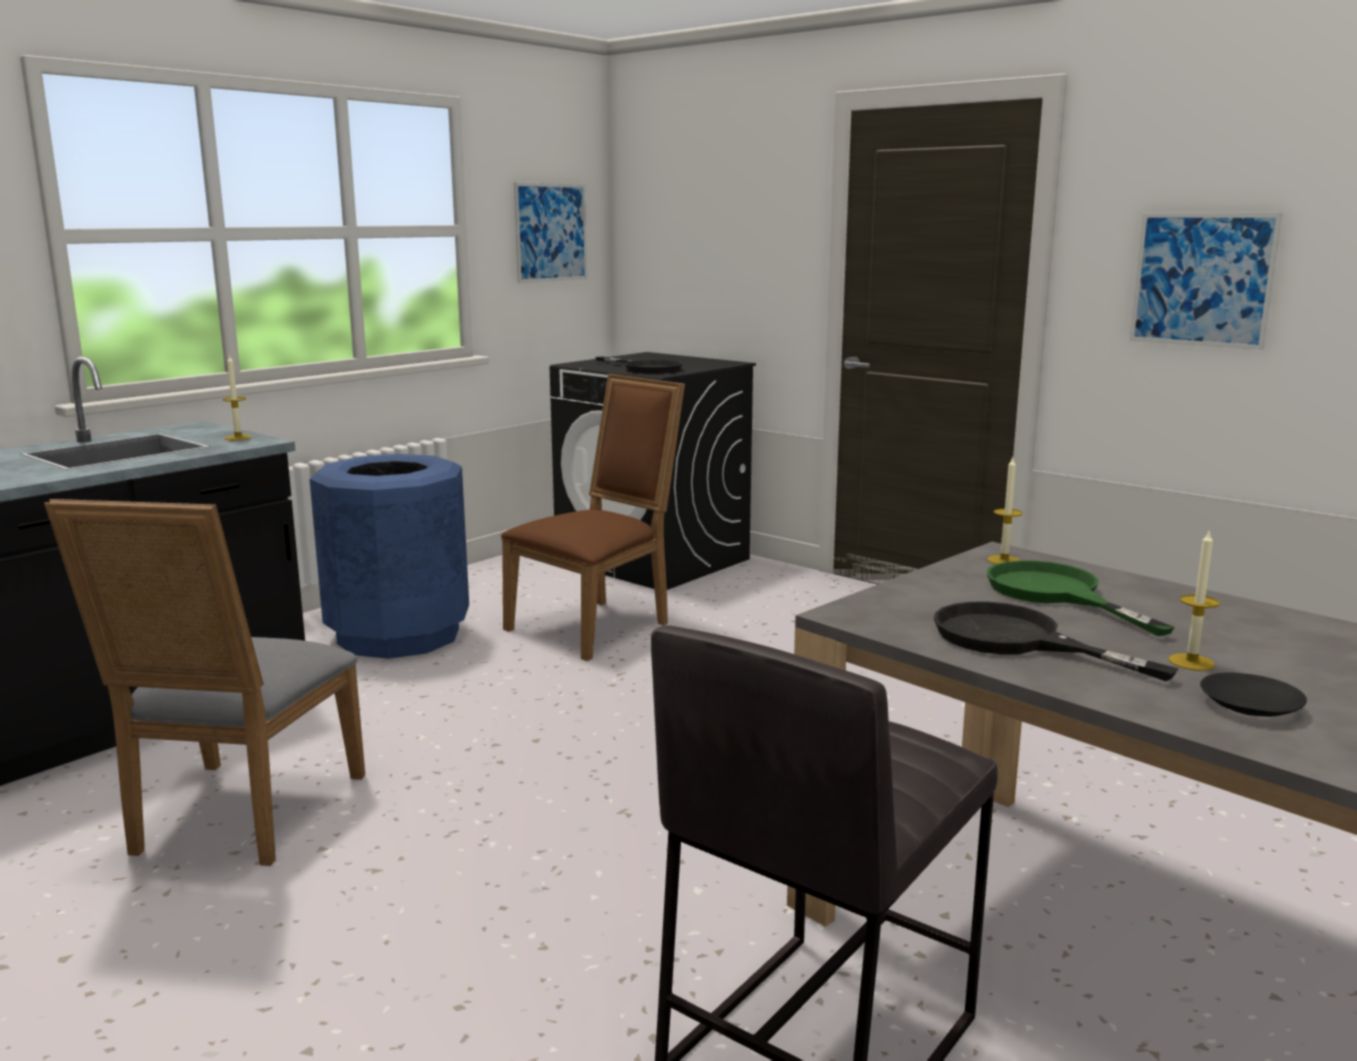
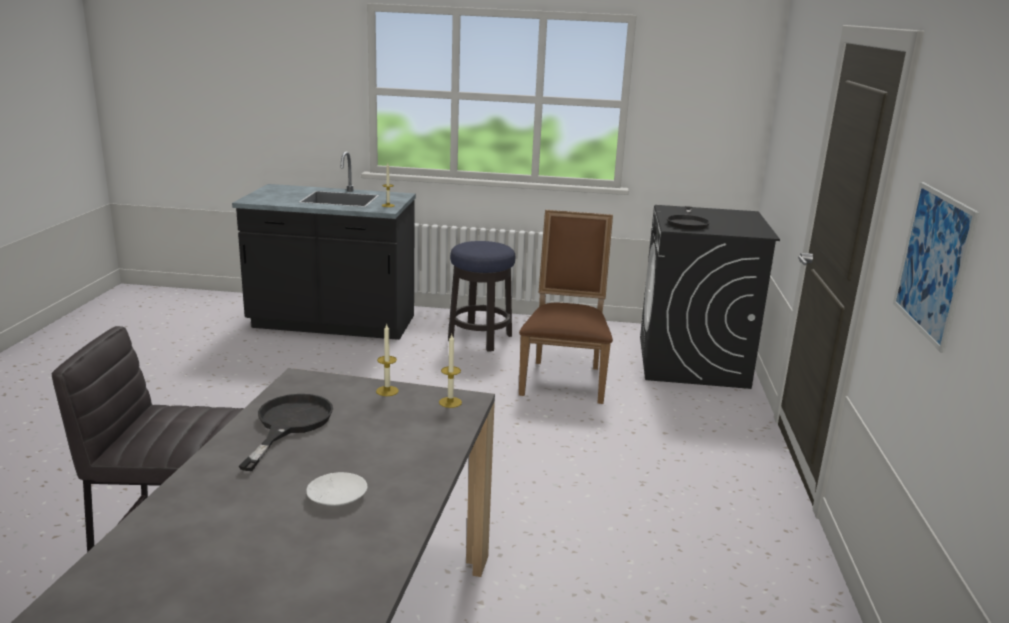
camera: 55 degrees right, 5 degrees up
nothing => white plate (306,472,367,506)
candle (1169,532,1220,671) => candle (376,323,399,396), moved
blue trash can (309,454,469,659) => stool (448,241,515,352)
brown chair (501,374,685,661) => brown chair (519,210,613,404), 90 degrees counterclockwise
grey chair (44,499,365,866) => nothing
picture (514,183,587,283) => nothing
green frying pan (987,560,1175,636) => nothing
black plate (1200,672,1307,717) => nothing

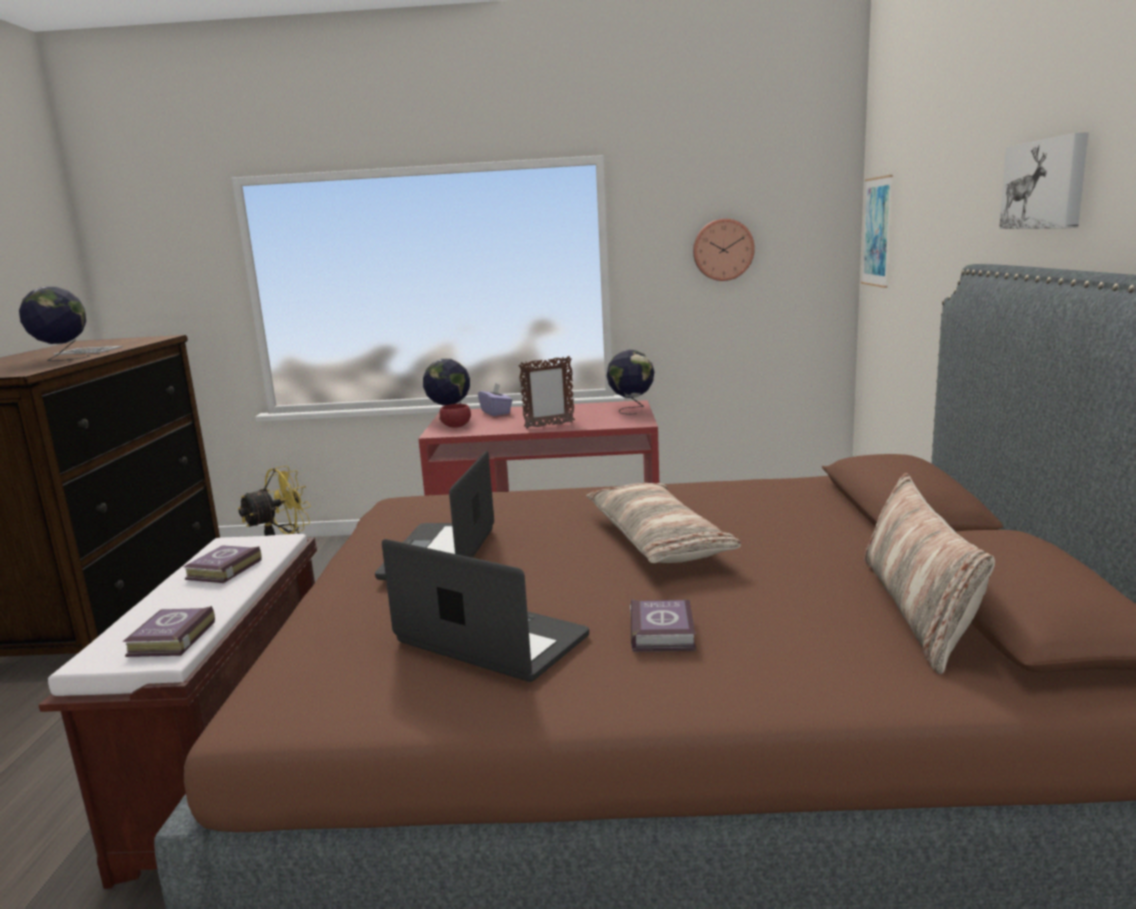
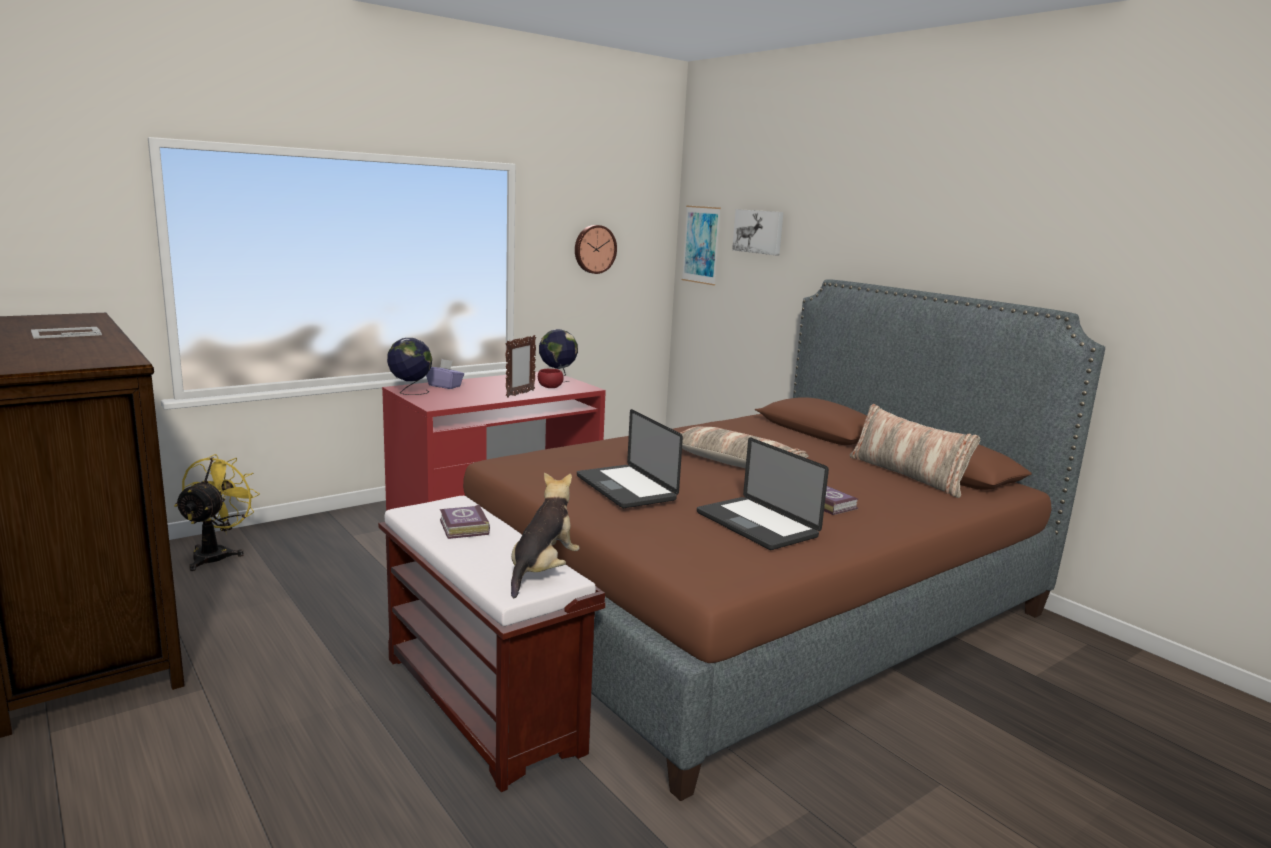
camera: 40 degrees left, 0 degrees up
book (122,606,215,657) => plush toy (511,472,580,598)
red bowl (440,404,471,428) => red bowl (538,369,564,388), moved
laptop (382,539,589,682) => laptop (697,438,829,550), 120 degrees counterclockwise
picture (999,132,1089,229) => picture (732,209,784,255), moved
globe (19,287,90,361) => nothing

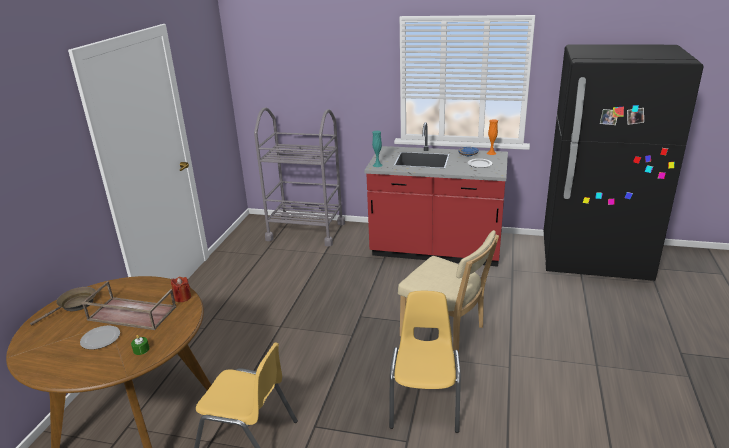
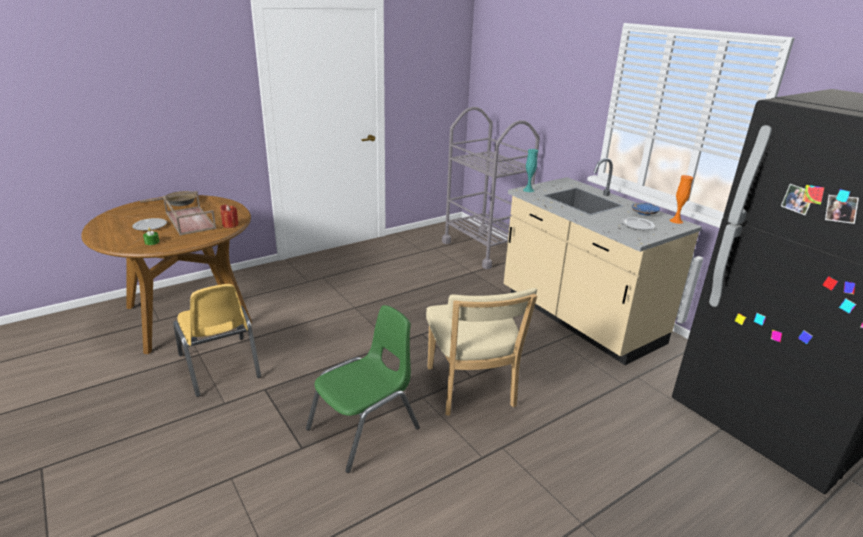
camera: 40 degrees right, 0 degrees up
yellow chair (389,291,461,433) => green chair (306,305,420,473)
red counter (364,122,508,267) => beige counter (504,158,702,365)

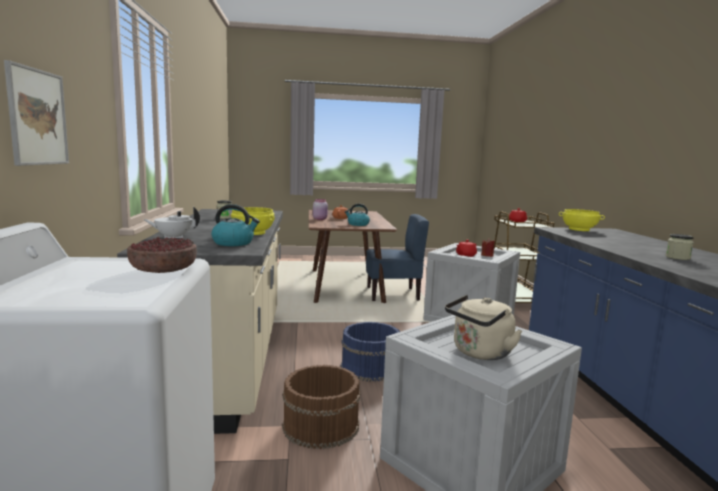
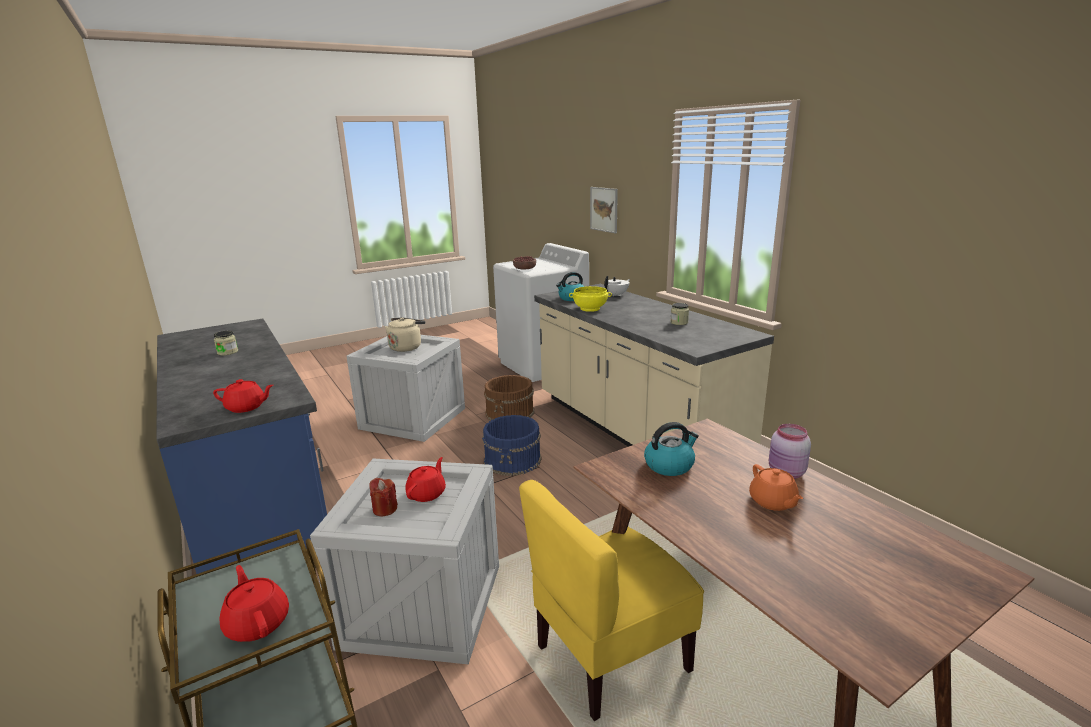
camera: 155 degrees right, 10 degrees up
yellow bowl (559,209,605,231) => red teapot (213,379,273,413)
blue chair (366,214,429,301) => yellow chair (519,480,704,721)

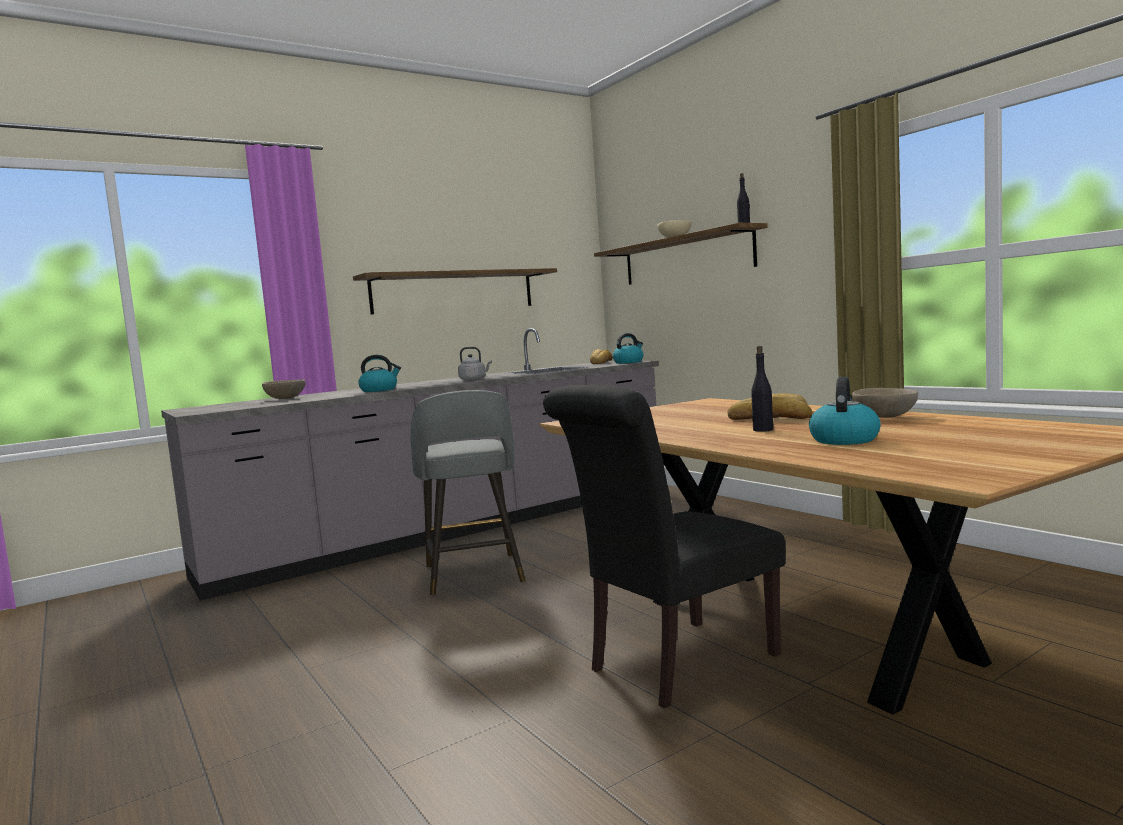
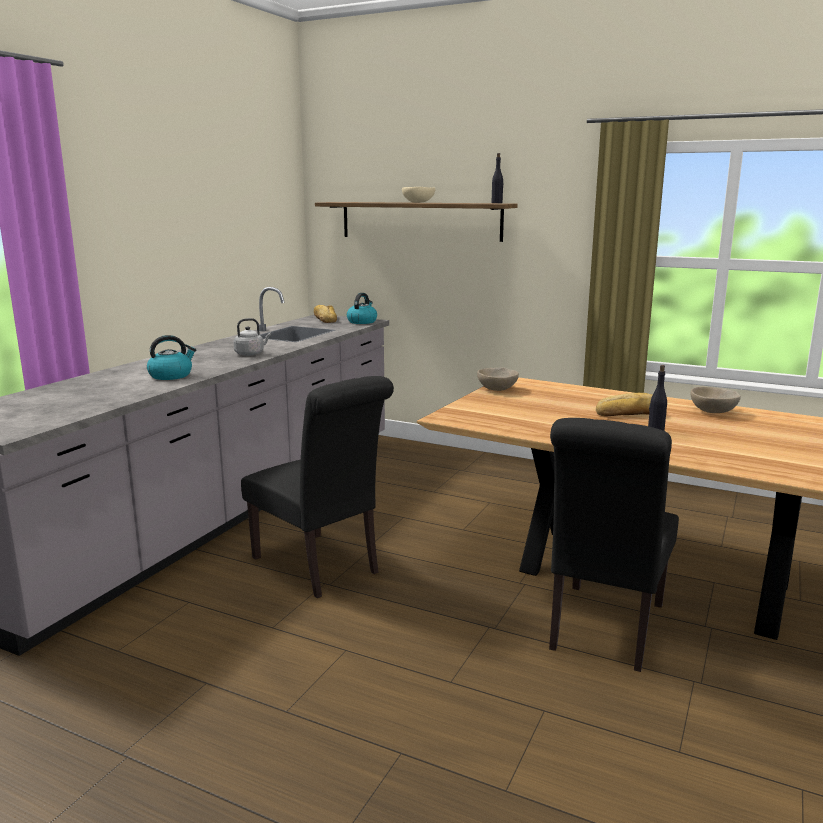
camera: 30 degrees left, 10 degrees up
grey stool (411,390,526,596) => black chair (241,376,394,598)
beige bowl (262,379,306,399) => beige bowl (477,367,519,391), moved
shelf (353,268,557,314) => nothing
kettle (809,377,881,445) => nothing

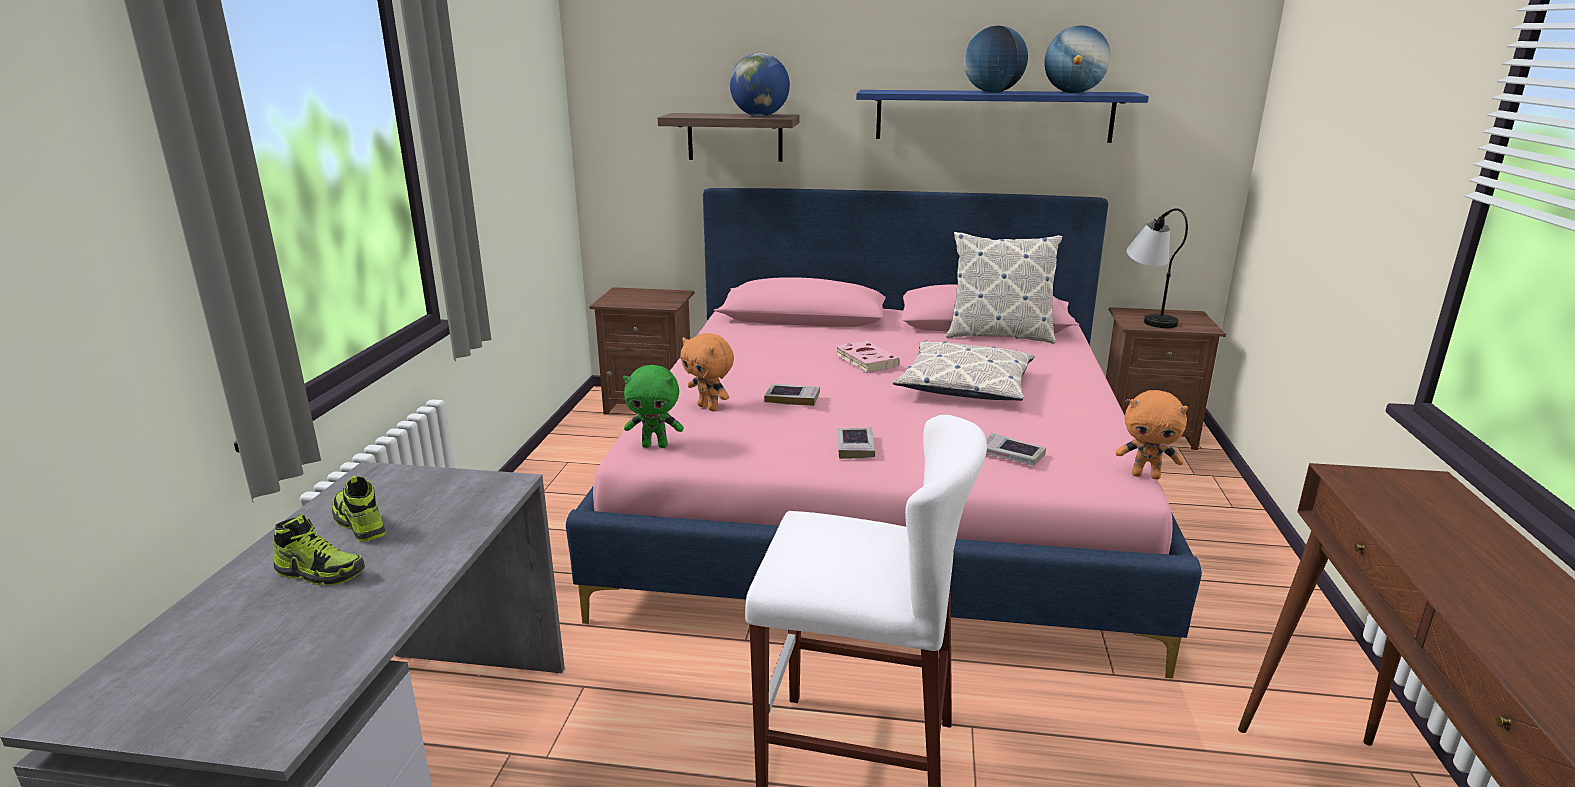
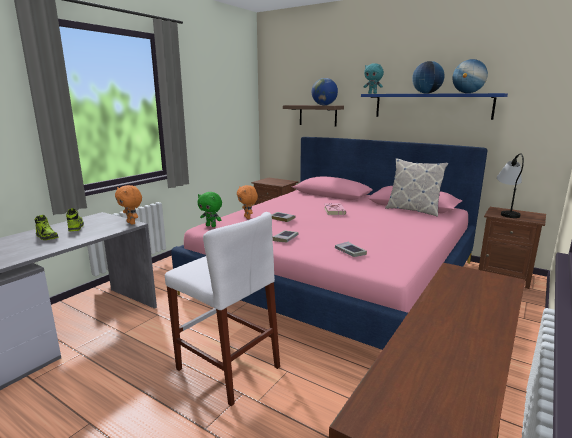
camera: 25 degrees right, 5 degrees down
orange plush toy (1116,390,1188,480) => orange plush toy (115,185,142,225), moved
nothing => turquoise plush toy (364,63,384,94)
pillow (892,340,1035,401) => nothing

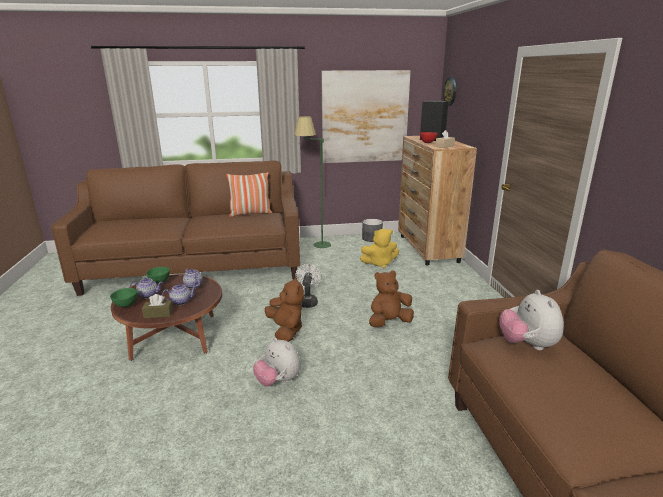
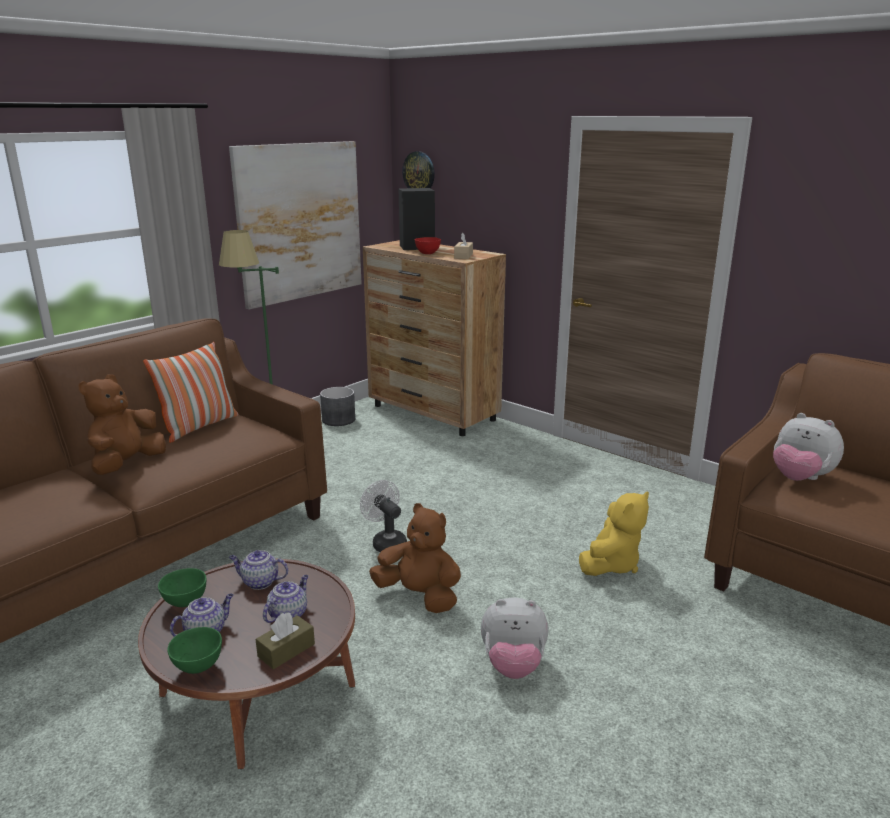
camera: 40 degrees left, 0 degrees up
brown plush toy (369,271,414,327) => brown plush toy (78,374,166,475), moved
yellow plush toy (360,229,399,268) => yellow plush toy (579,491,649,576), moved

